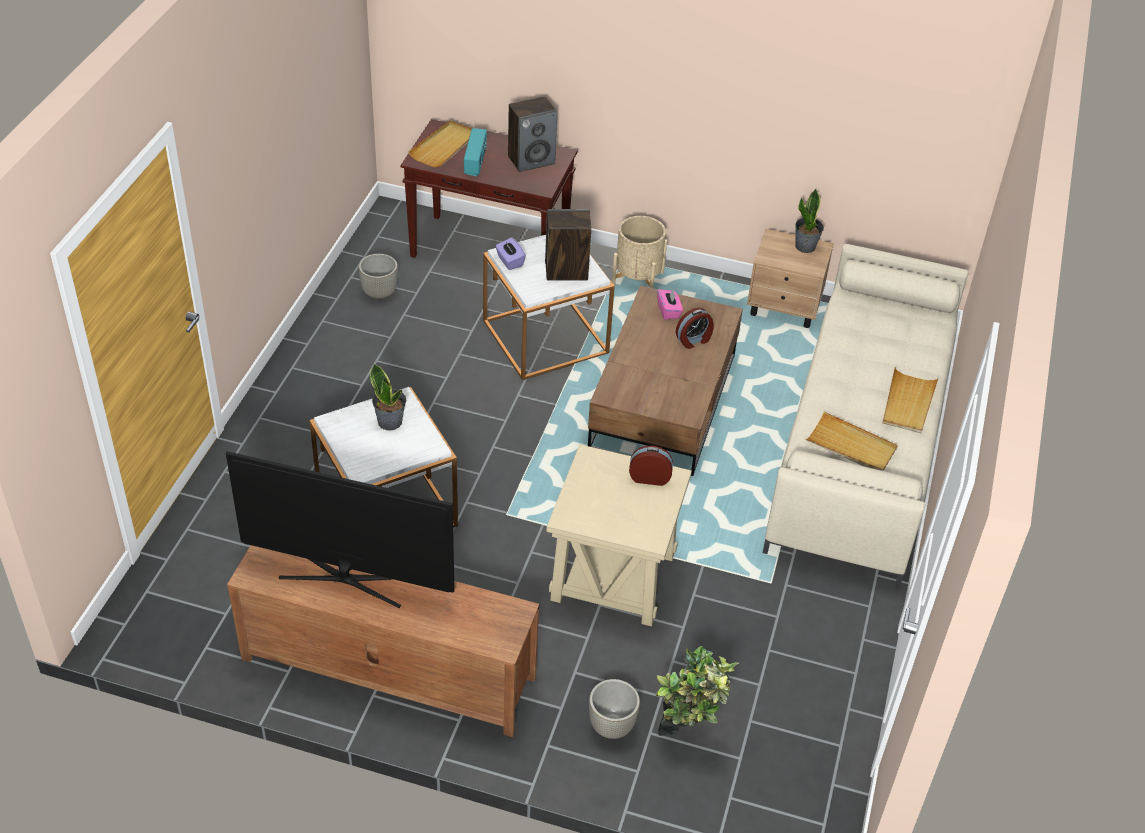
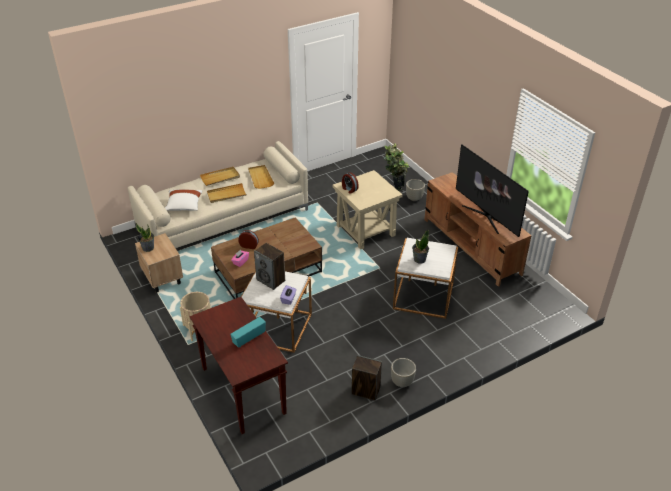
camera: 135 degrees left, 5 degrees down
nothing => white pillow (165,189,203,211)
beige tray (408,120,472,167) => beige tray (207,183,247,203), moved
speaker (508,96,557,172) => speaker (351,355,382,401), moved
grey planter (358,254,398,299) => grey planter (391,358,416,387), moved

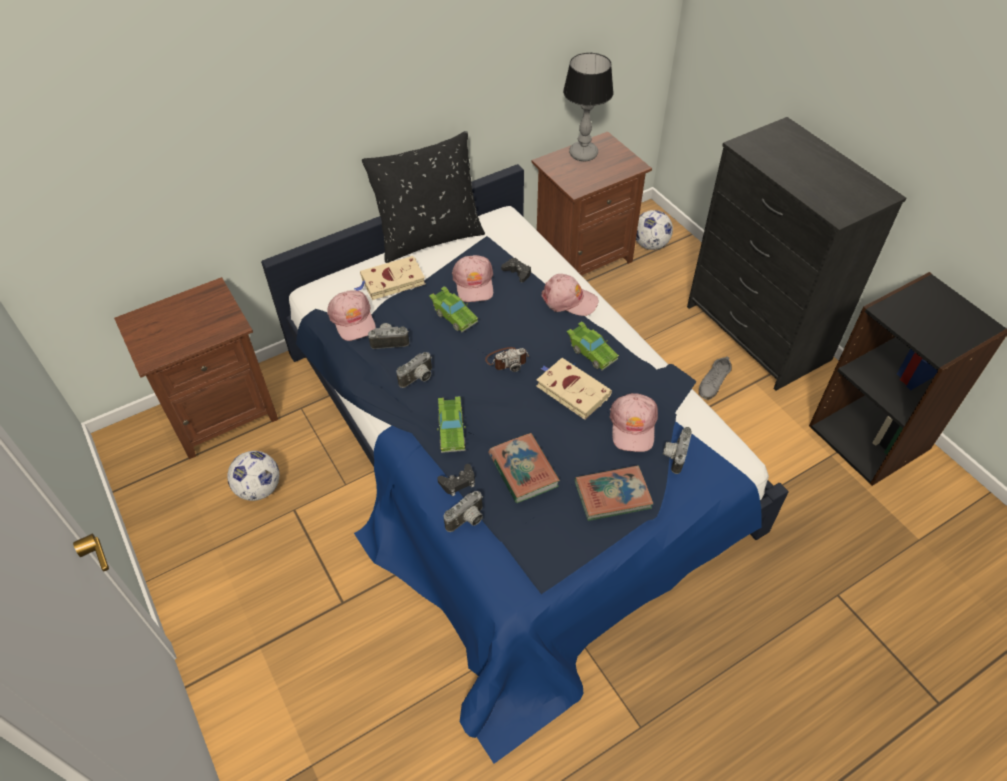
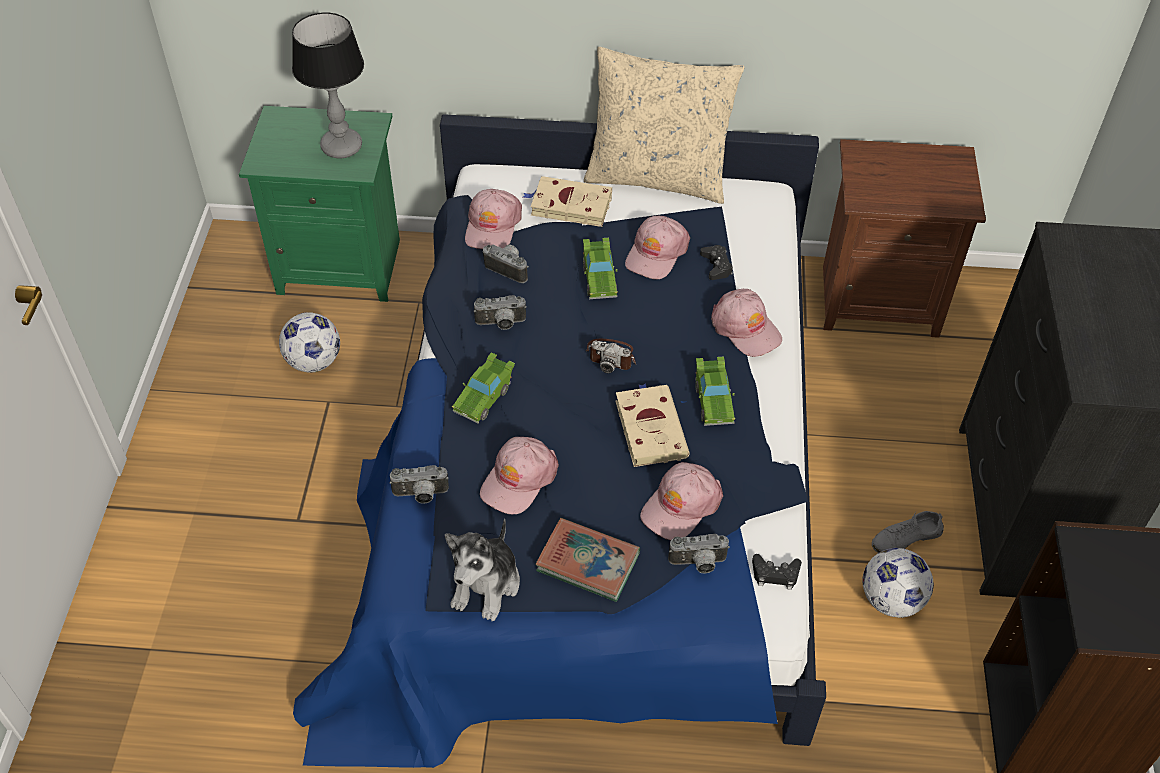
camera: 35 degrees right, 0 degrees up
brown nightstand (114,277,278,459) => green nightstand (239,106,400,302)
table lamp (563,53,614,161) => table lamp (292,12,364,158), moved
nothing => plush toy (445,519,520,621)
book (489,433,560,503) => pink cap (480,437,559,515)
black pillow (362,131,485,263) => beige pillow (584,47,744,204)
photo camera (663,427,692,474) => photo camera (668,534,730,574), 150 degrees counterclockwise
black game controller (437,464,475,496) => black game controller (752,554,802,590), moved
football (636,210,673,250) => football (862,548,934,618), moved

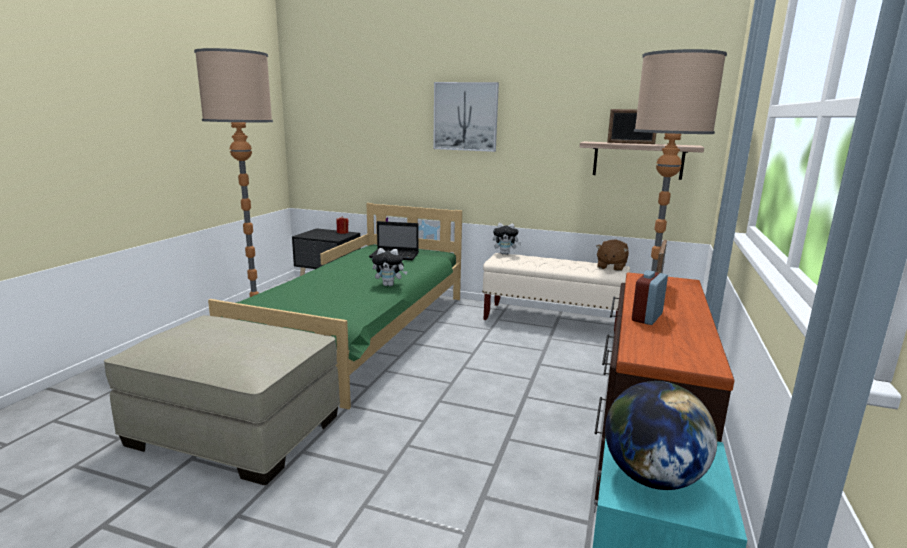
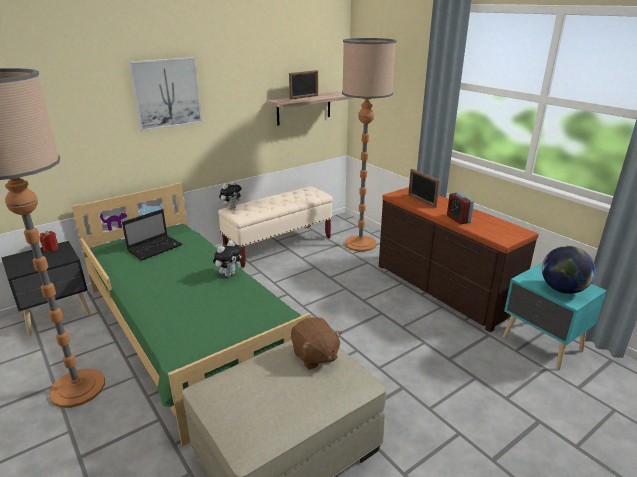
camera: 55 degrees left, 10 degrees up
brown plush toy (596,239,629,271) => brown plush toy (291,317,342,370), moved

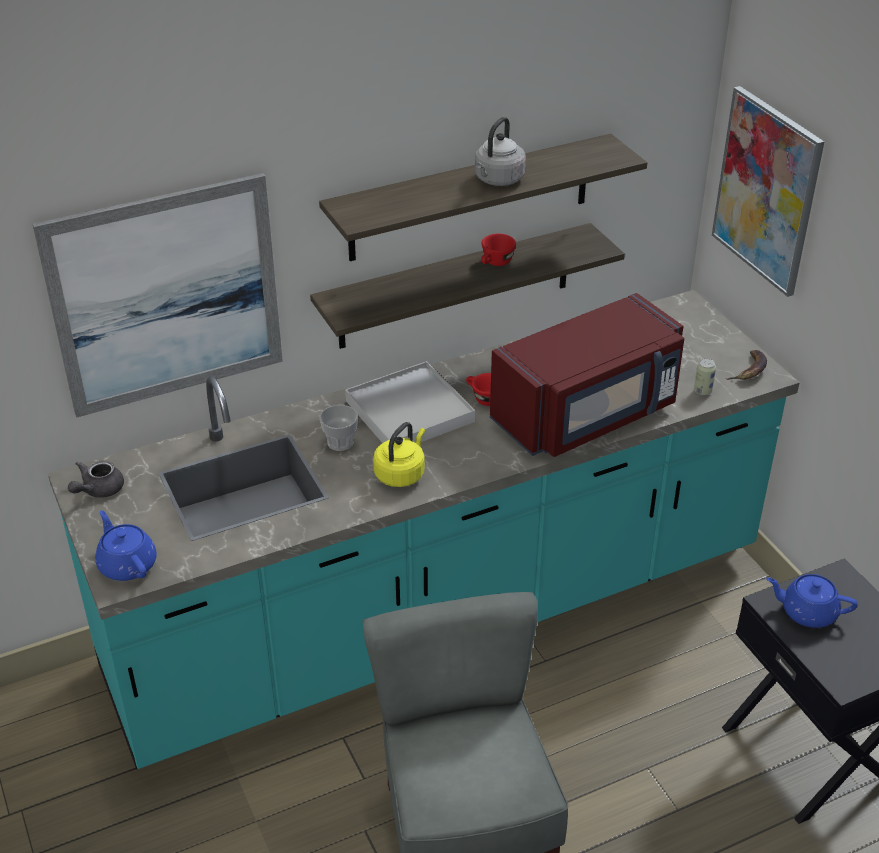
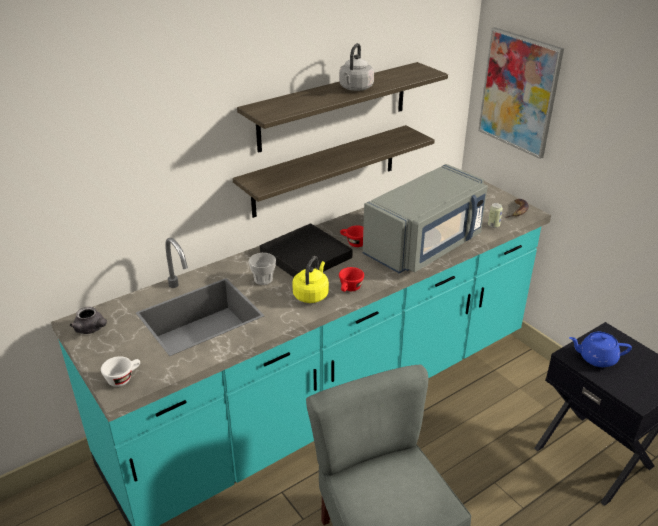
camera: 10 degrees left, 5 degrees down
grey teapot (68,460,124,498) => grey teapot (70,307,107,334), 75 degrees counterclockwise
blue teapot (95,510,157,581) => white cup (101,356,140,387)
white tray (345,361,475,443) => black tray (260,223,353,277)
red cup (481,234,516,266) => red cup (339,267,364,292), moved
red microwave (490,293,684,457) => grey microwave (363,164,488,274)
picture (33,173,283,418) => nothing

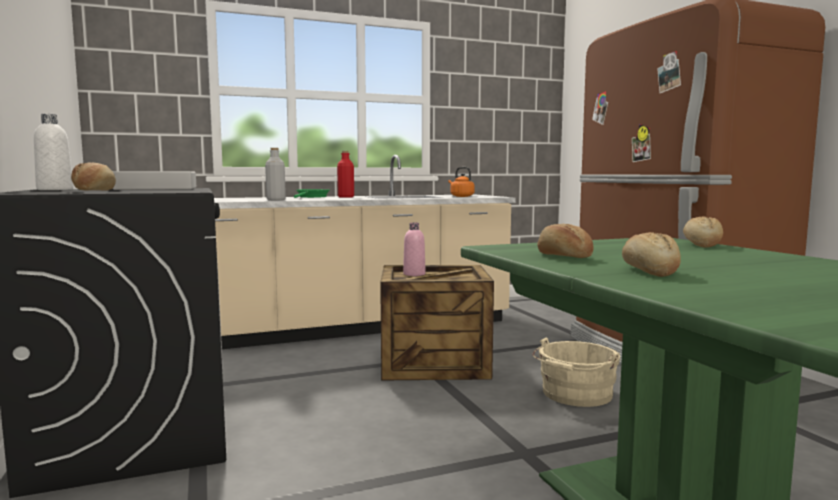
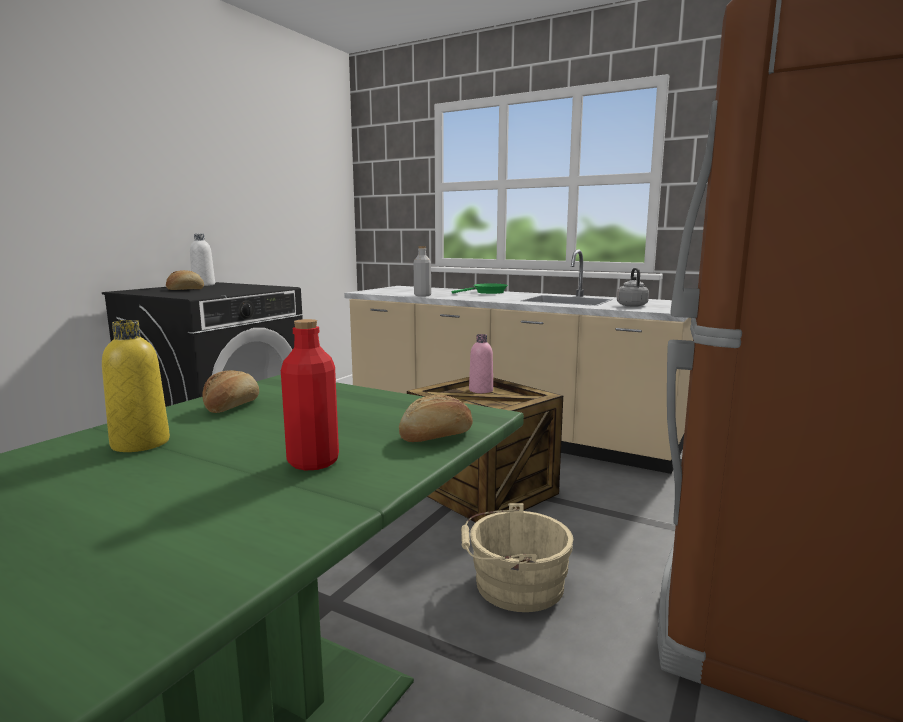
camera: 50 degrees right, 5 degrees up
bread (622,232,681,277) => yellow bottle (102,320,170,452)
red bottle (337,151,354,198) => red bottle (281,319,339,471), moved
orange kettle (448,167,475,197) => grey kettle (617,268,649,307)
grey tray (112,171,196,190) => nothing

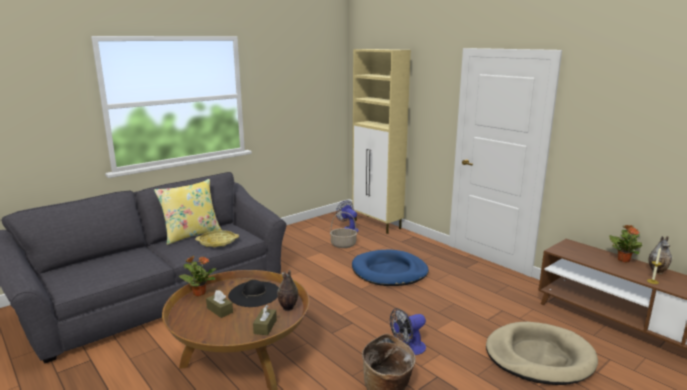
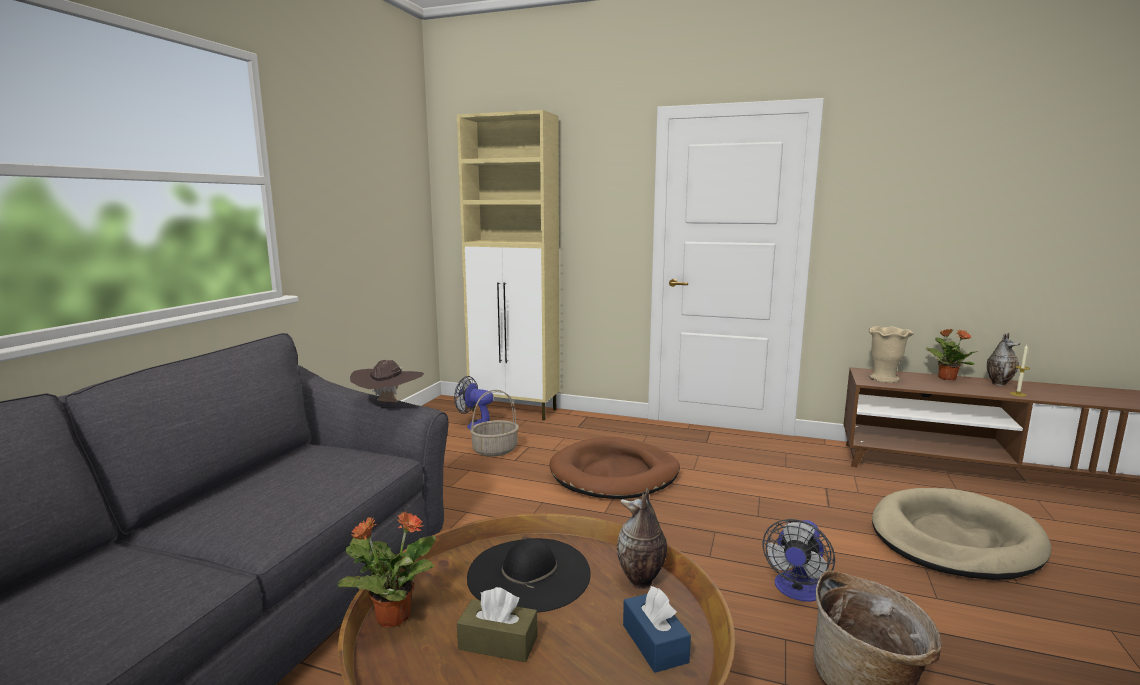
camera: 30 degrees left, 5 degrees down
nothing => brown hat (350,360,424,402)
blue dog bed (352,249,429,286) => brown dog bed (550,437,680,499)
brown tissue box (253,305,277,335) => blue tissue box (623,586,691,673)
nothing => beige vase (869,326,914,383)
yellow pillow (154,179,221,245) => nothing
yellow tray (195,230,239,248) => nothing

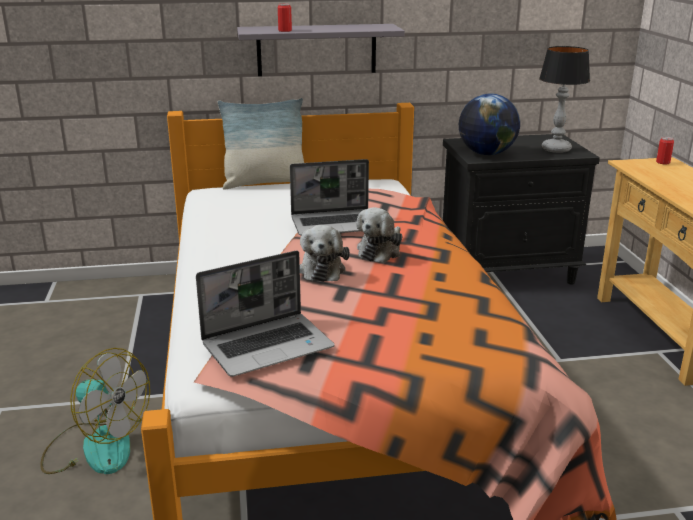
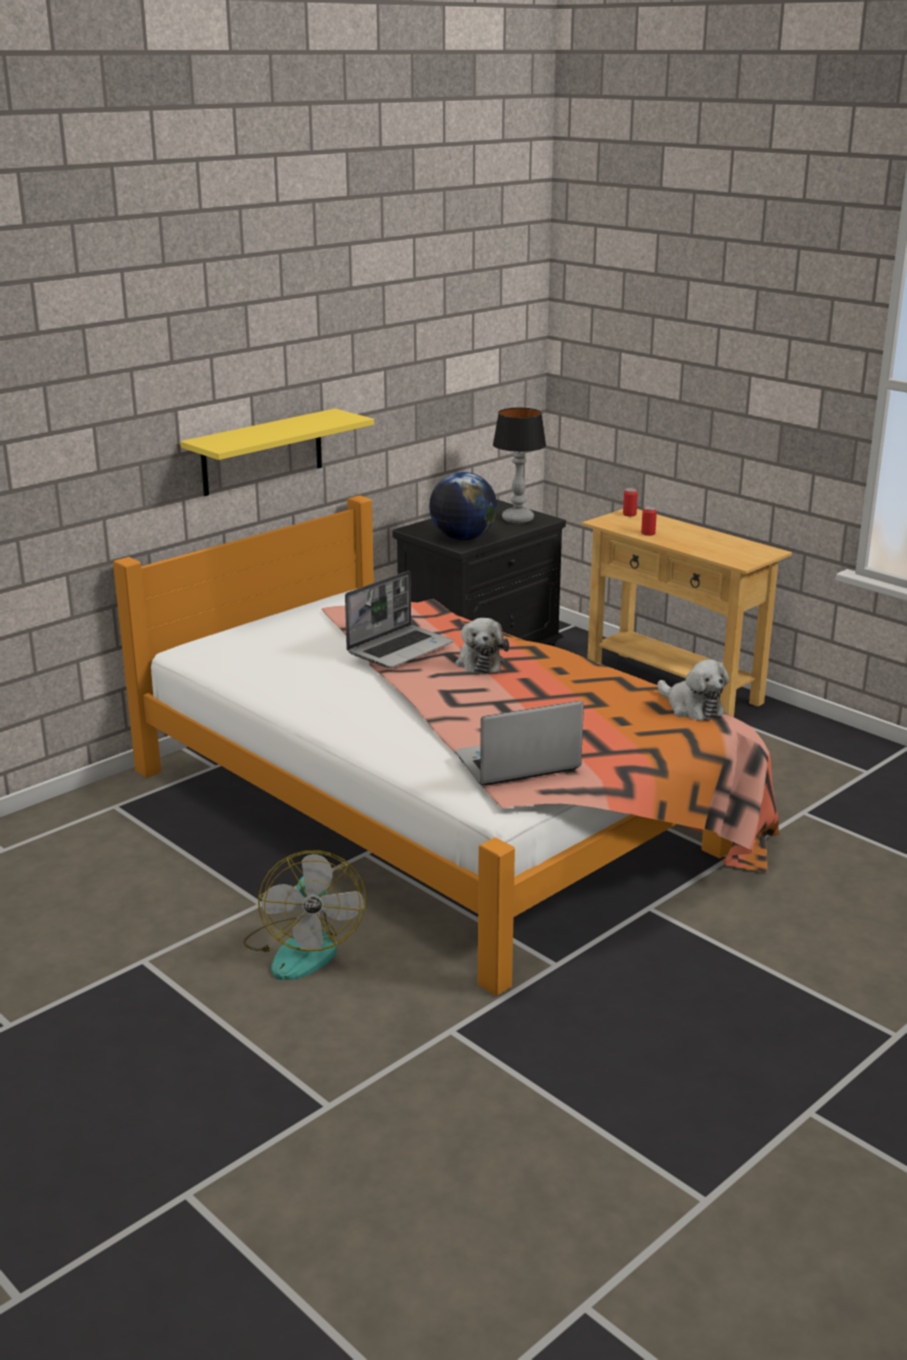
camera: 35 degrees left, 0 degrees up
grey shelf (237,24,405,76) => yellow shelf (180,409,374,496)
fan (40,348,150,474) => fan (243,850,366,980), 90 degrees clockwise
laptop (196,251,334,377) => laptop (455,701,584,786), 135 degrees counterclockwise
can (278,4,292,32) => can (641,506,657,536), moved
plush toy (300,225,350,282) => plush toy (658,659,729,721), moved
pillow (217,98,304,190) => nothing

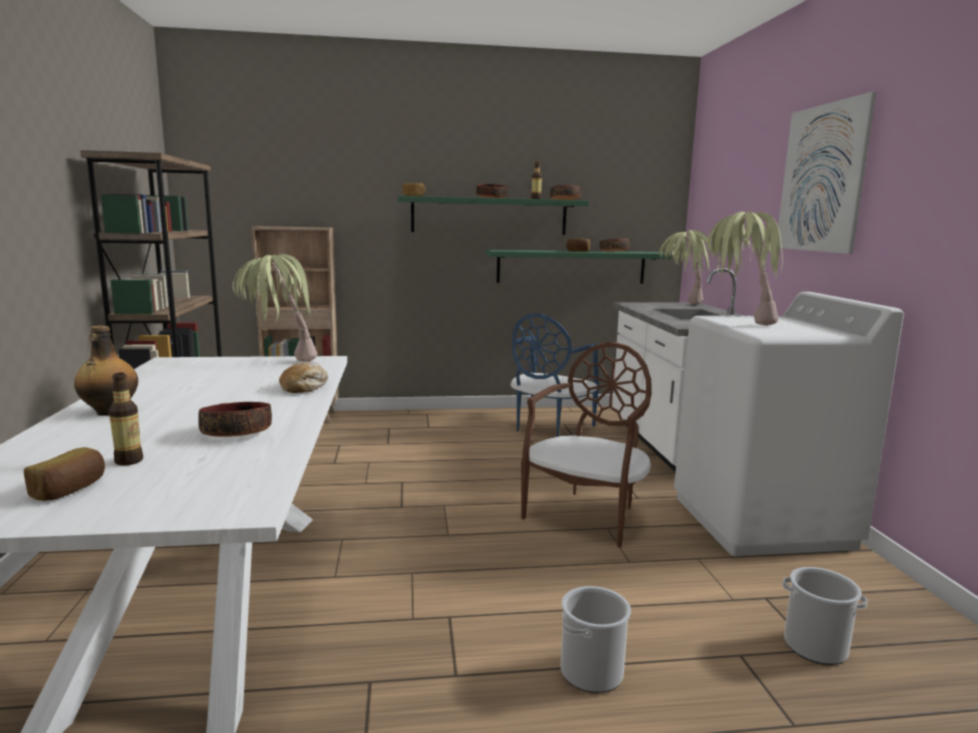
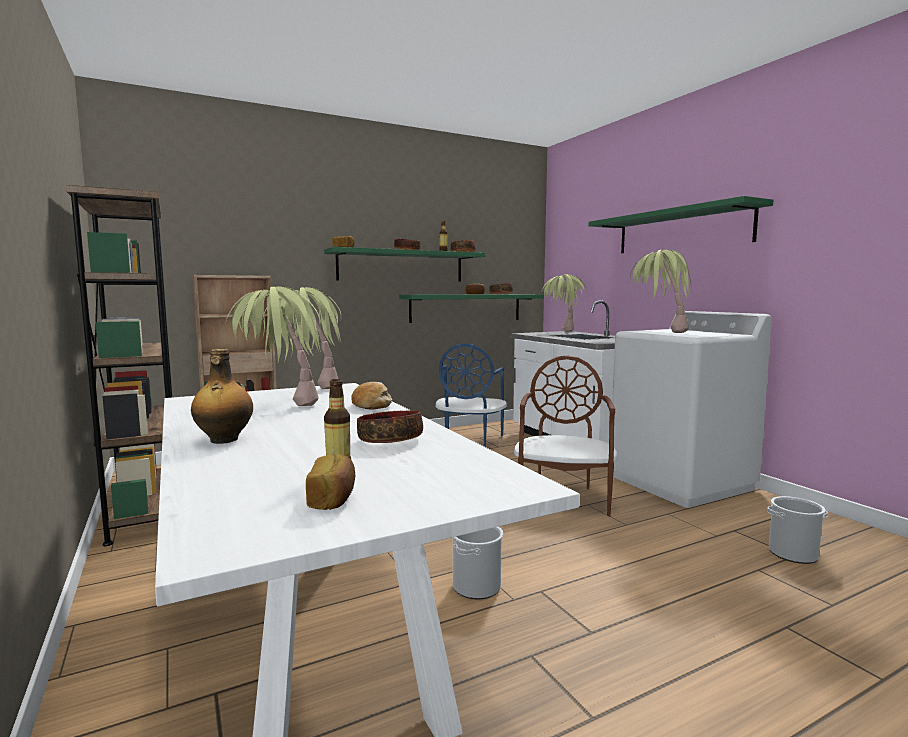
camera: 20 degrees left, 5 degrees down
nothing => potted plant (226,286,321,406)
bucket (560,586,631,693) => bucket (453,527,503,599), moved
picture (778,91,877,254) => green shelf (589,196,773,253)

